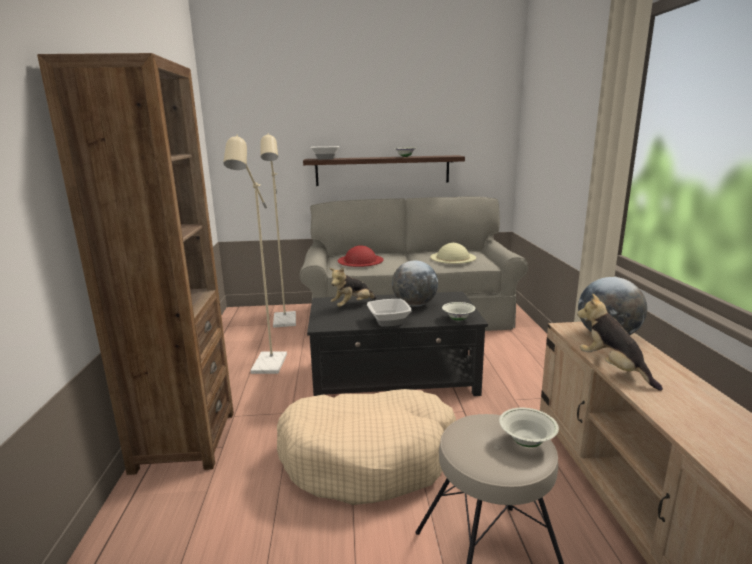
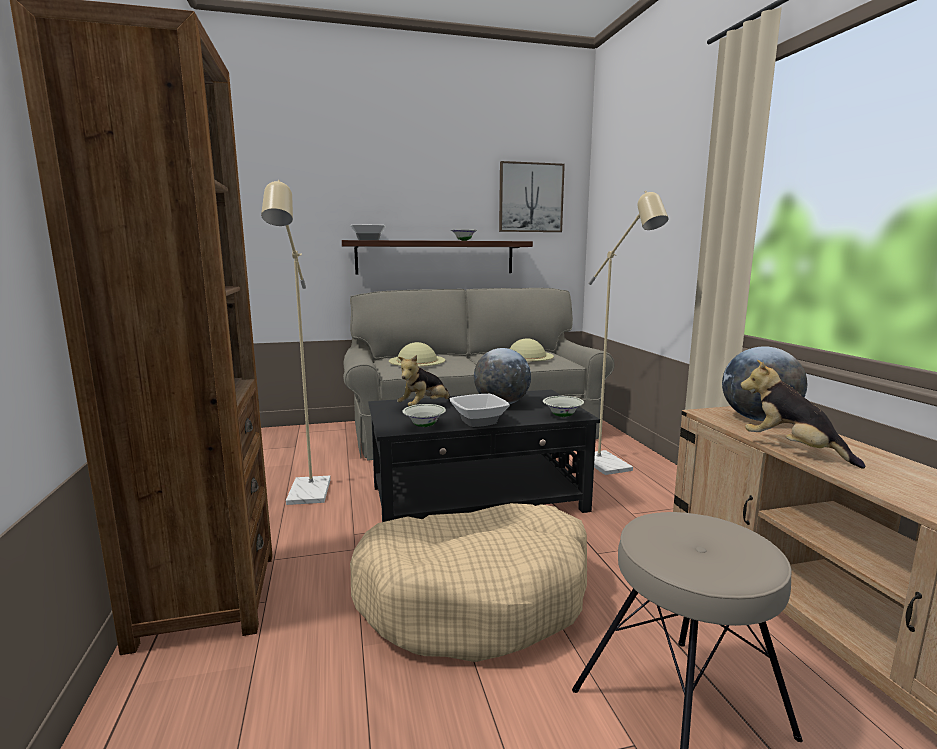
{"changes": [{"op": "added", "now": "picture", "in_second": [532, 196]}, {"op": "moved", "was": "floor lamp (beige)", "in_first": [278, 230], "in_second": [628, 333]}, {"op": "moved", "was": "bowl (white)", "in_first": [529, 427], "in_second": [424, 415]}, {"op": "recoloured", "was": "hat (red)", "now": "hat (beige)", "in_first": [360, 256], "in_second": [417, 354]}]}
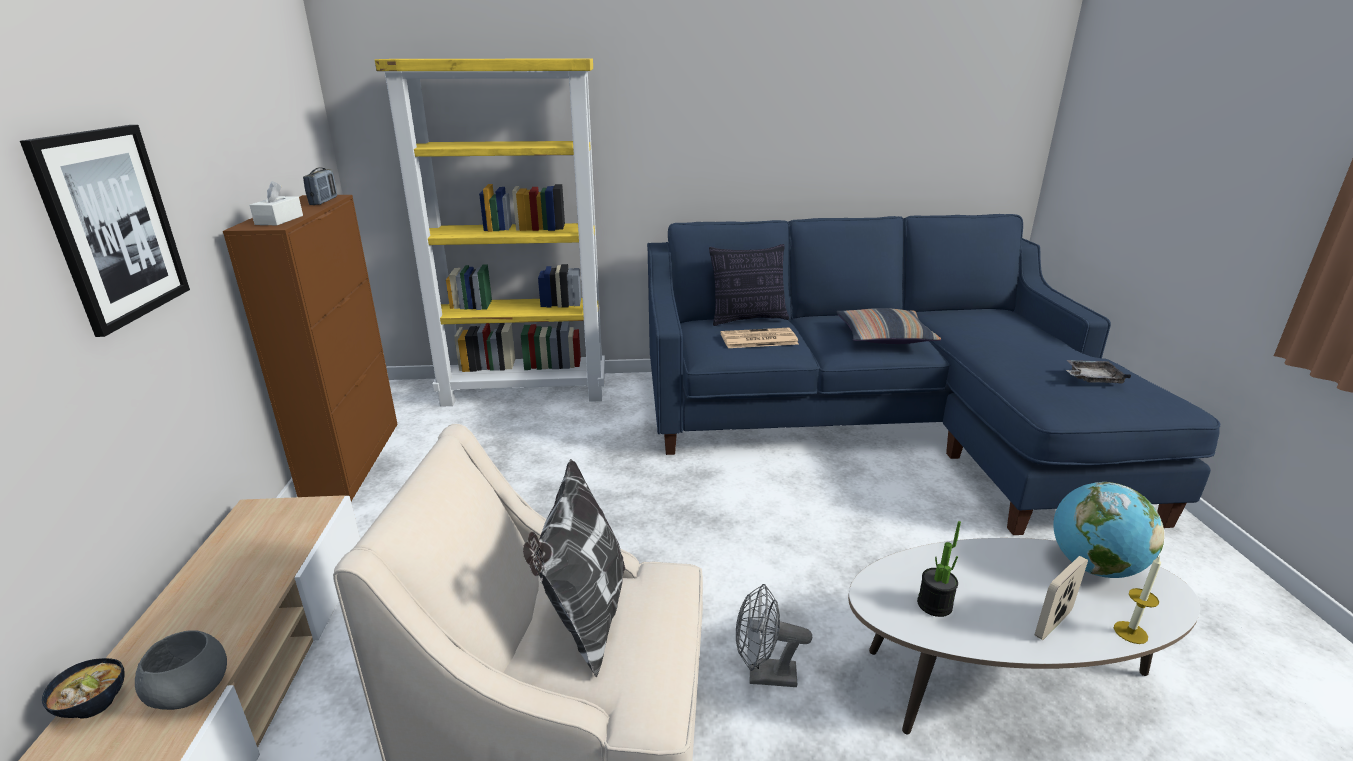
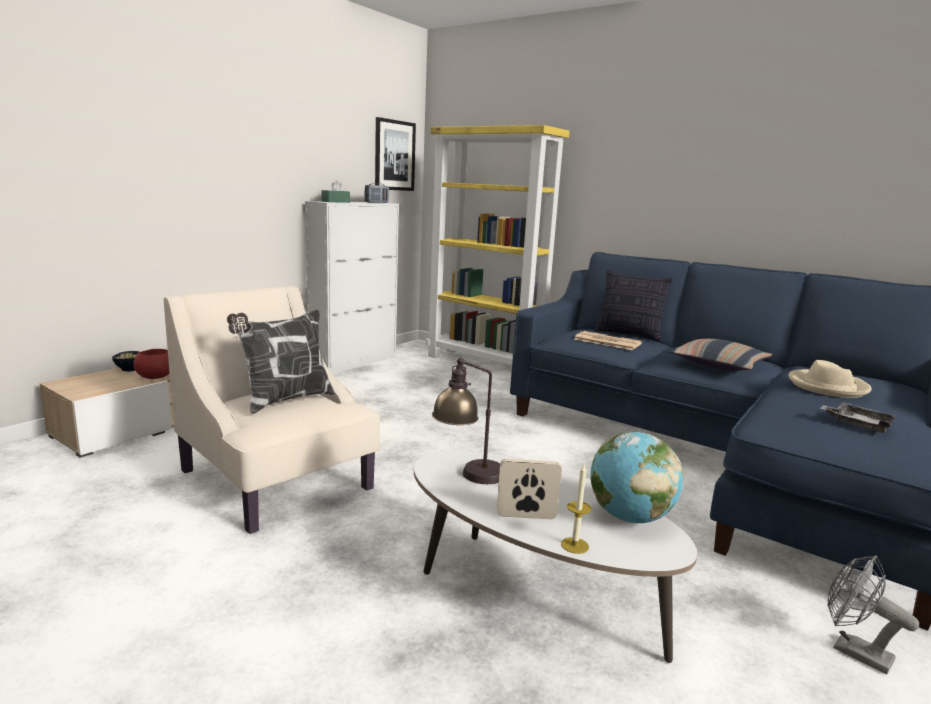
{"changes": [{"op": "added", "now": "hat (beige)", "in_second": [830, 379]}, {"op": "moved", "was": "picture", "in_first": [105, 231], "in_second": [395, 154]}, {"op": "moved", "was": "fan (grey)", "in_first": [774, 635], "in_second": [873, 614]}, {"op": "replaced", "was": "potted plant", "now": "table lamp", "in_first": [939, 569], "in_second": [466, 421]}, {"op": "recoloured", "was": "bowl (grey)", "now": "bowl (red)", "in_first": [181, 670], "in_second": [151, 364]}, {"op": "recoloured", "was": "cabinet (brown)", "now": "cabinet (white)", "in_first": [310, 348], "in_second": [352, 287]}, {"op": "recoloured", "was": "tissue box (white)", "now": "tissue box (green)", "in_first": [276, 203], "in_second": [336, 191]}]}
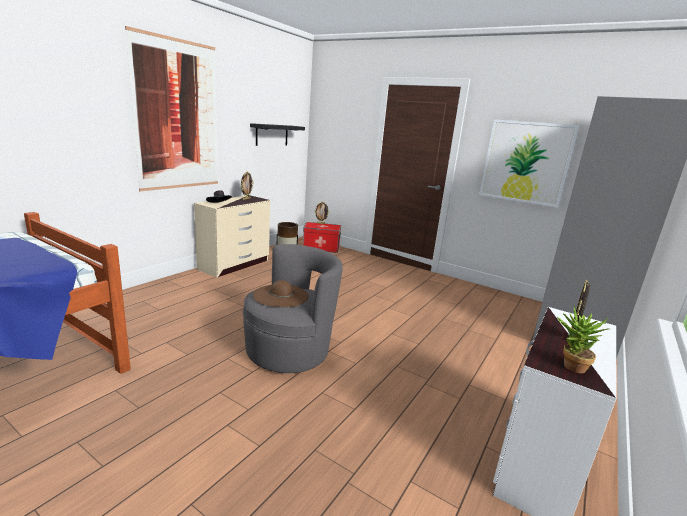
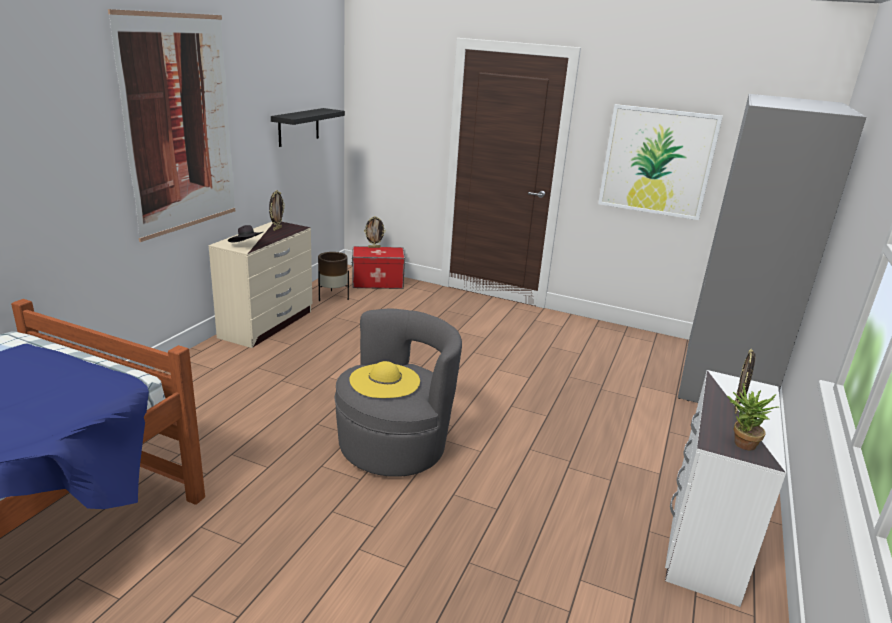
{"changes": [{"op": "recoloured", "was": "hat (brown)", "now": "hat (yellow)", "in_first": [281, 293], "in_second": [384, 379]}]}
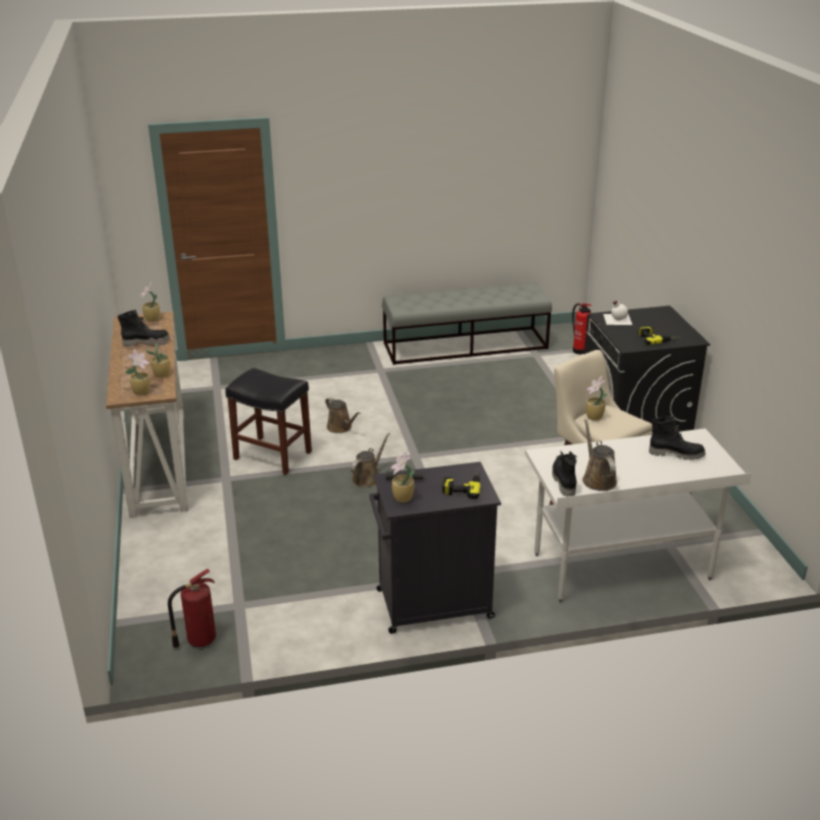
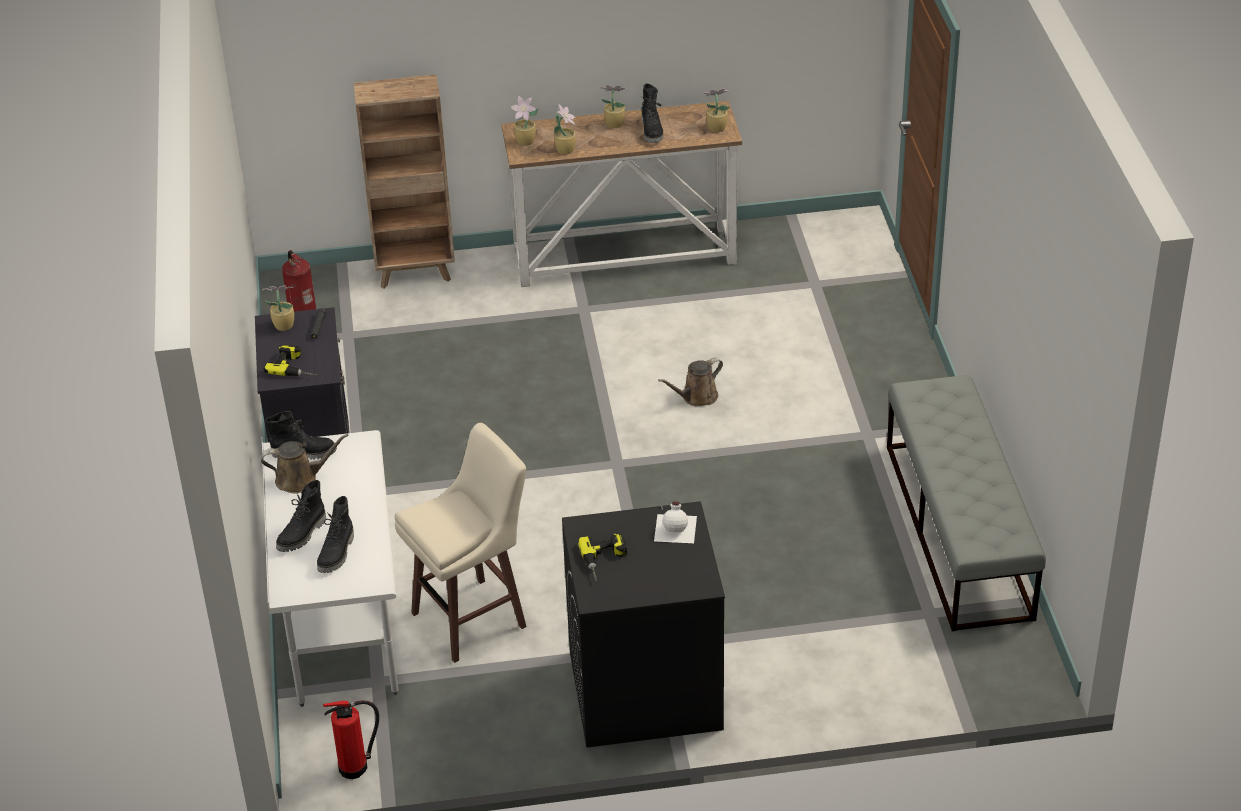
{"changes": [{"op": "removed", "was": "stool (black)", "in_first": [268, 421]}, {"op": "removed", "was": "watering can (brown)", "in_first": [370, 460]}, {"op": "added", "now": "boot (black)", "in_second": [301, 516]}, {"op": "added", "now": "bookcase (brown)", "in_second": [404, 182]}, {"op": "moved", "was": "fire extinguisher", "in_first": [582, 329], "in_second": [351, 739]}, {"op": "moved", "was": "potted plant", "in_first": [596, 398], "in_second": [613, 106]}]}
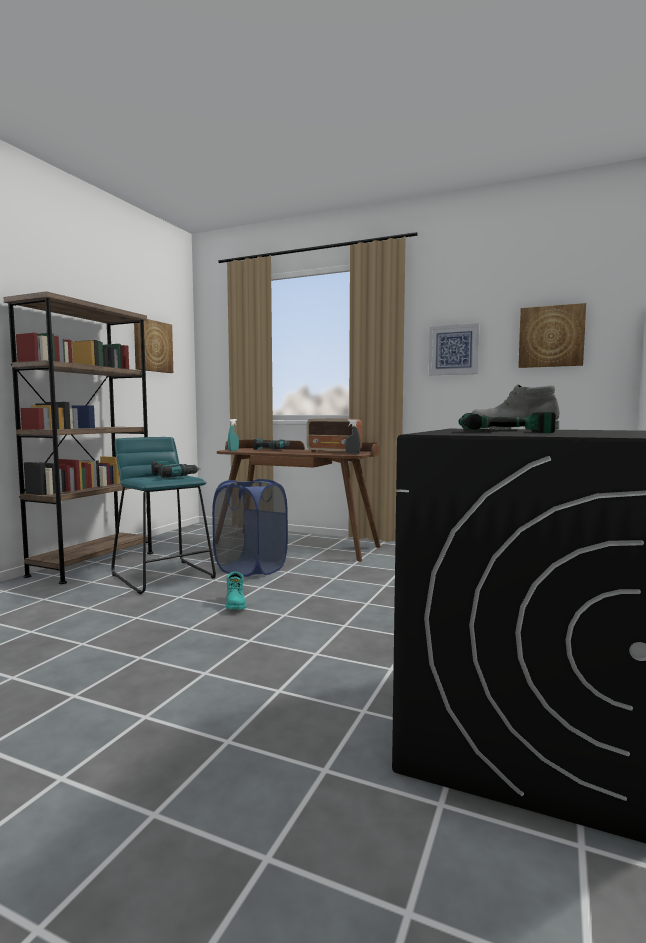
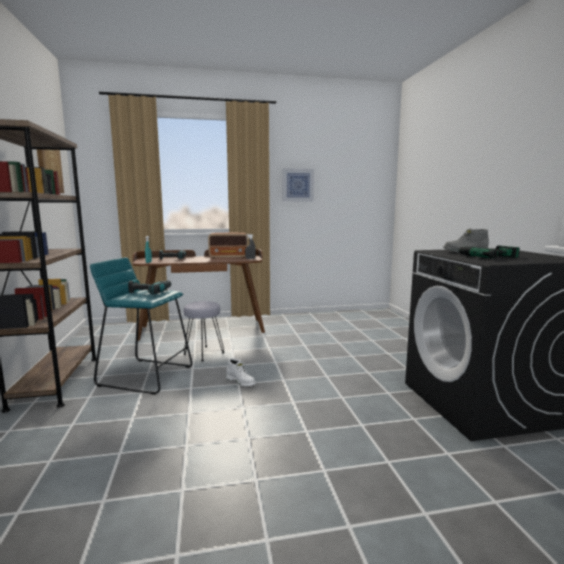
{"changes": [{"op": "removed", "was": "picture", "in_first": [552, 335]}, {"op": "replaced", "was": "laundry basket (blue)", "now": "stool (grey)", "in_first": [250, 528], "in_second": [204, 331]}, {"op": "recoloured", "was": "boot (turquoise)", "now": "boot (white)", "in_first": [235, 590], "in_second": [241, 372]}]}
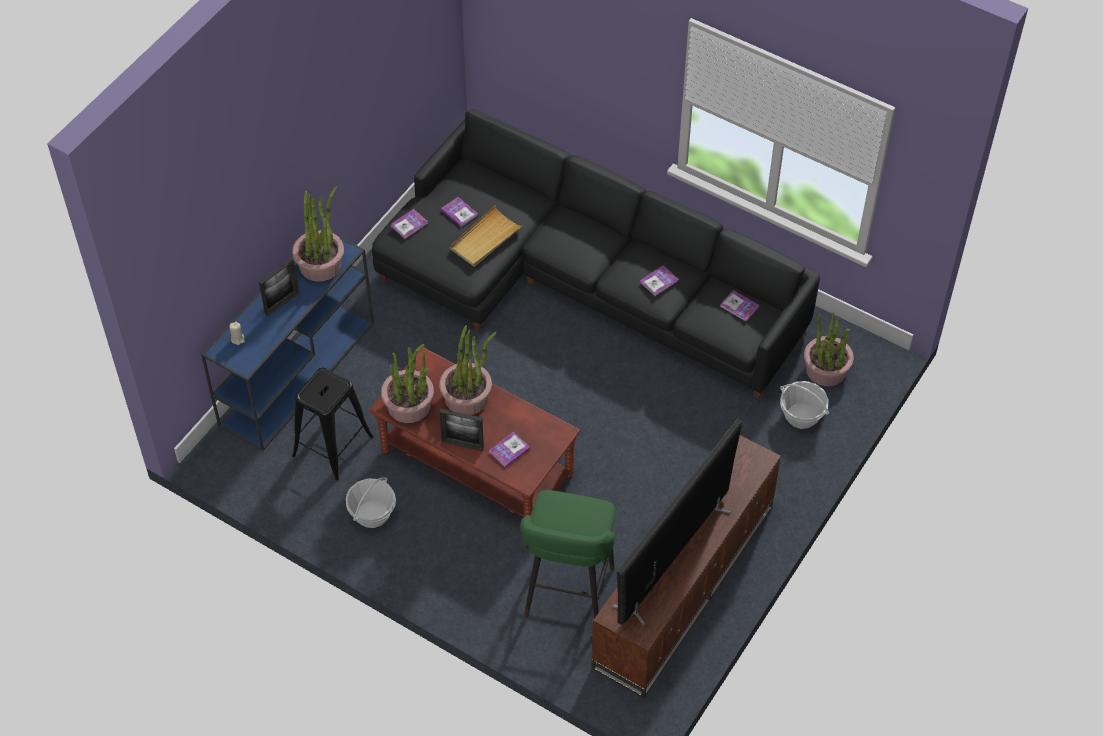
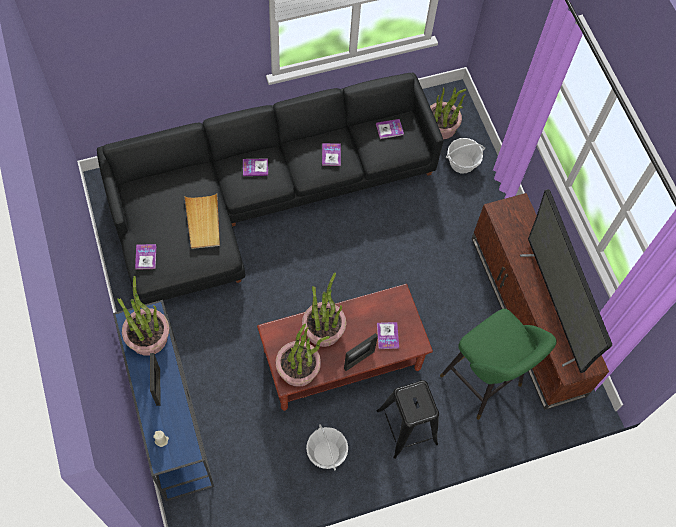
{"changes": [{"op": "moved", "was": "stool (black)", "in_first": [332, 424], "in_second": [408, 419]}, {"op": "moved", "was": "book", "in_first": [459, 212], "in_second": [255, 167]}]}
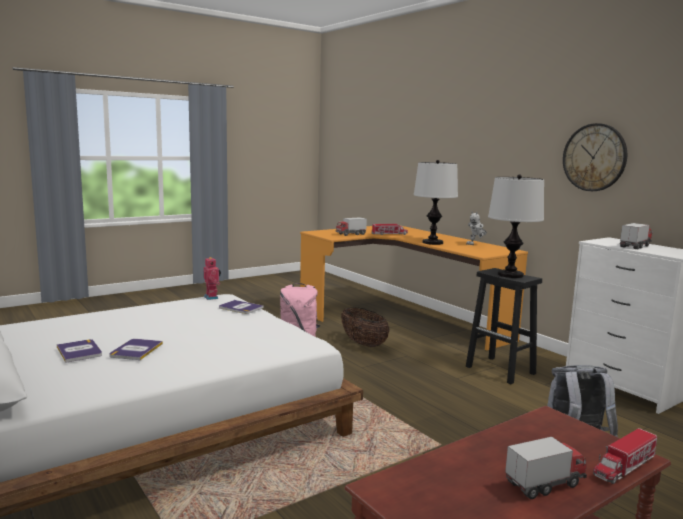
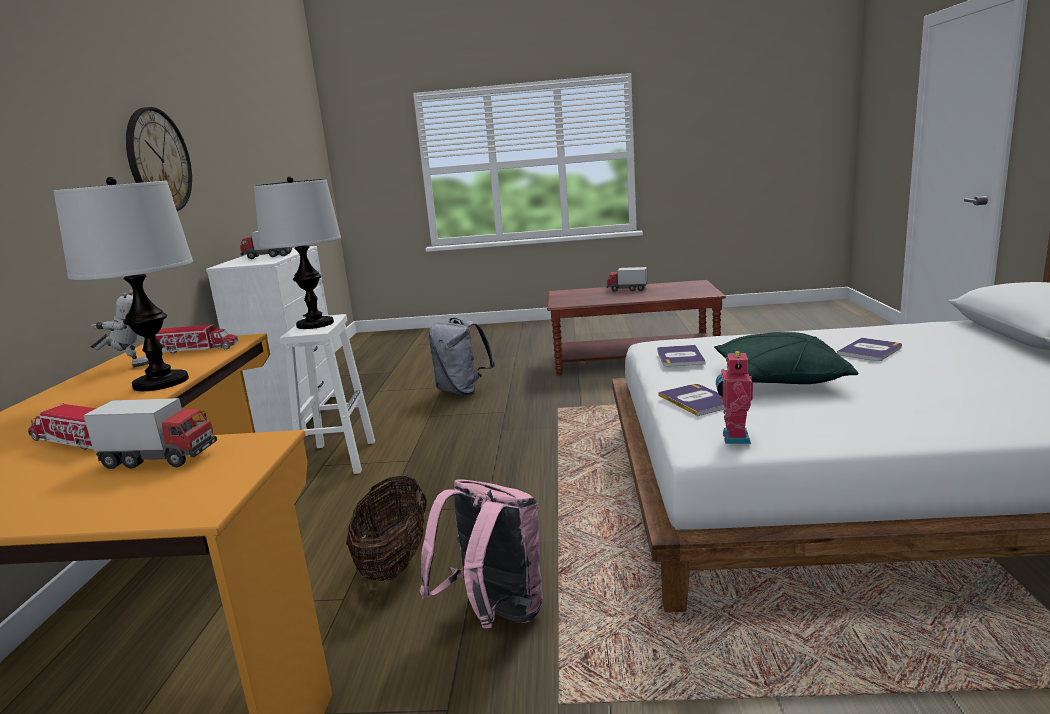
{"changes": [{"op": "added", "now": "pillow (green)", "in_second": [786, 358]}, {"op": "moved", "was": "book", "in_first": [79, 351], "in_second": [681, 356]}, {"op": "moved", "was": "toy truck", "in_first": [625, 456], "in_second": [197, 339]}, {"op": "recoloured", "was": "stool (black)", "now": "stool (white)", "in_first": [504, 326], "in_second": [327, 394]}]}
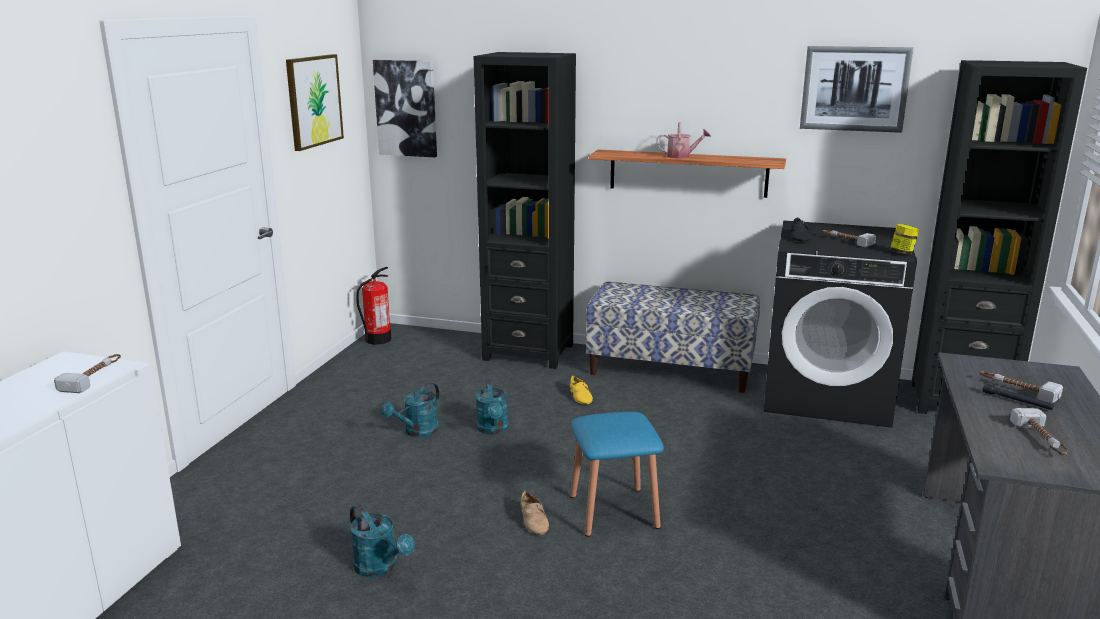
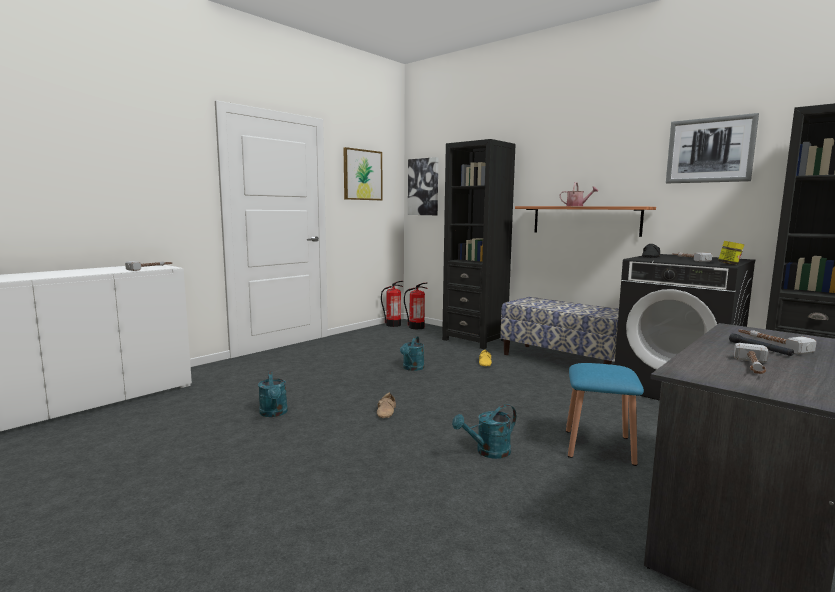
{"changes": [{"op": "added", "now": "fire extinguisher", "in_second": [415, 306]}, {"op": "moved", "was": "watering can (turquoise)", "in_first": [411, 409], "in_second": [484, 431]}, {"op": "moved", "was": "stool (blue)", "in_first": [617, 474], "in_second": [605, 414]}]}
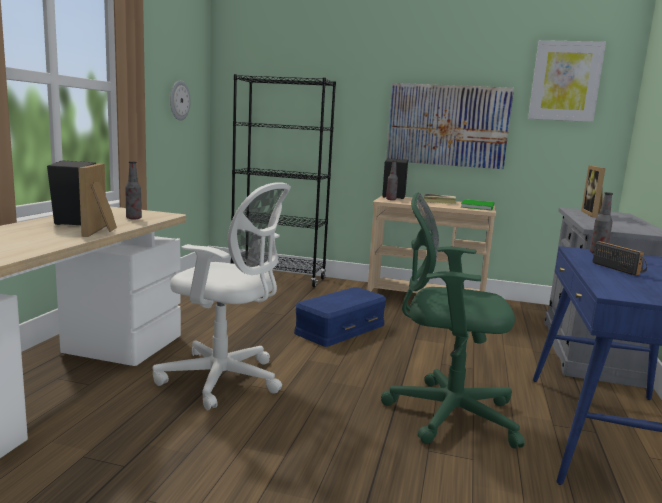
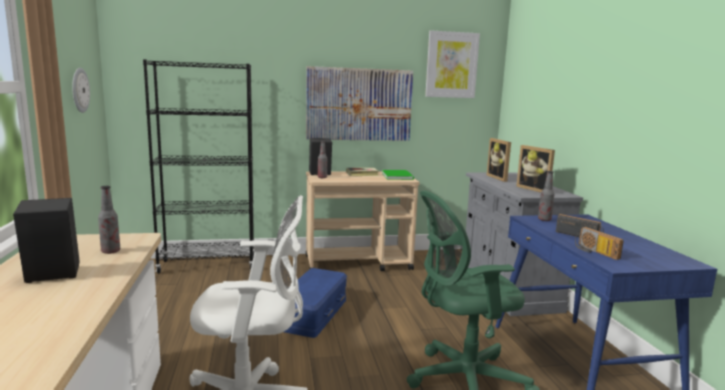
{"changes": [{"op": "added", "now": "radio", "in_second": [599, 243]}, {"op": "moved", "was": "picture frame", "in_first": [97, 200], "in_second": [535, 169]}]}
